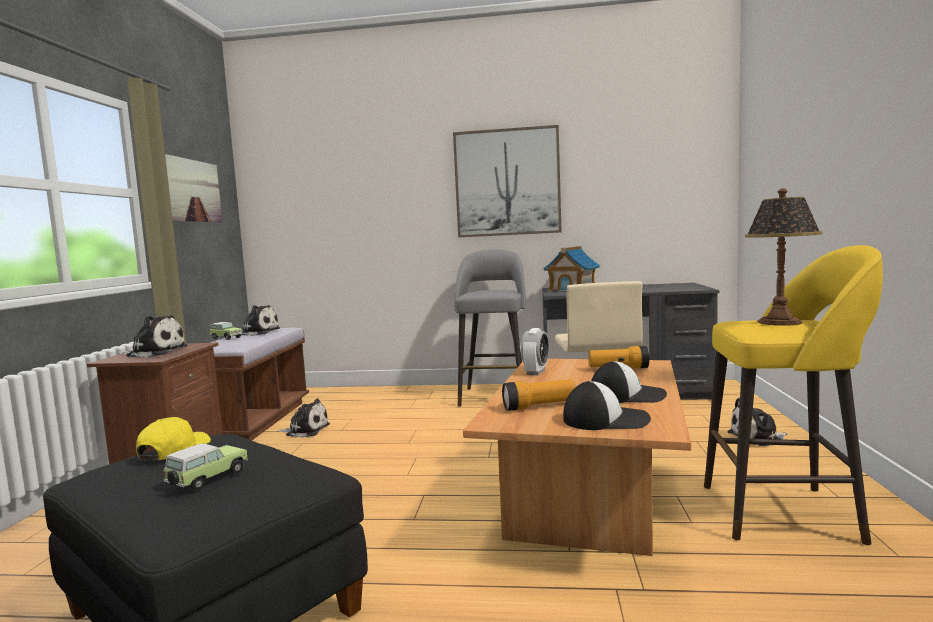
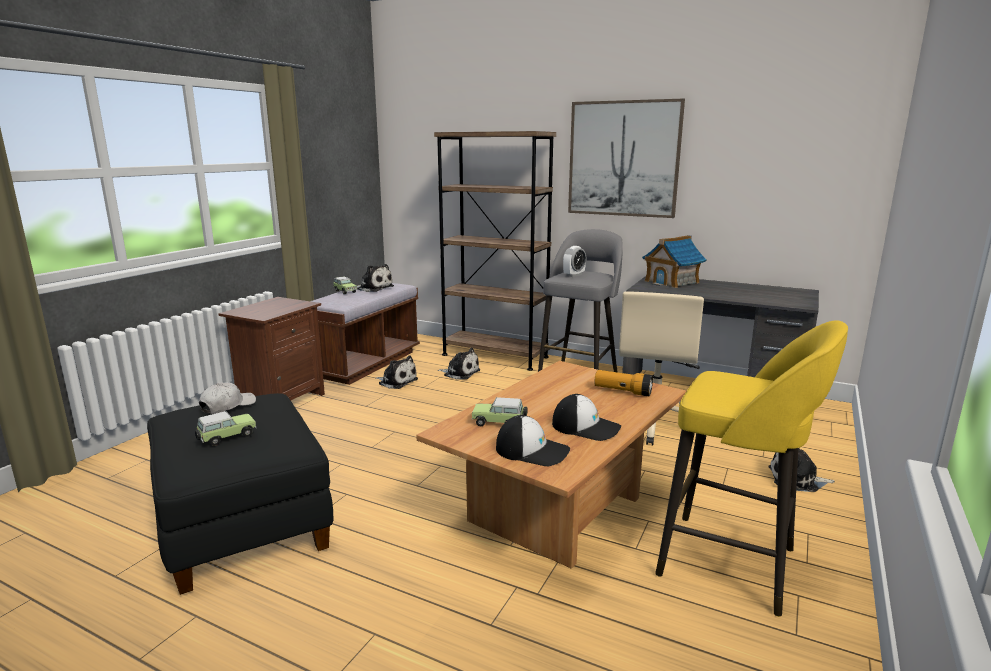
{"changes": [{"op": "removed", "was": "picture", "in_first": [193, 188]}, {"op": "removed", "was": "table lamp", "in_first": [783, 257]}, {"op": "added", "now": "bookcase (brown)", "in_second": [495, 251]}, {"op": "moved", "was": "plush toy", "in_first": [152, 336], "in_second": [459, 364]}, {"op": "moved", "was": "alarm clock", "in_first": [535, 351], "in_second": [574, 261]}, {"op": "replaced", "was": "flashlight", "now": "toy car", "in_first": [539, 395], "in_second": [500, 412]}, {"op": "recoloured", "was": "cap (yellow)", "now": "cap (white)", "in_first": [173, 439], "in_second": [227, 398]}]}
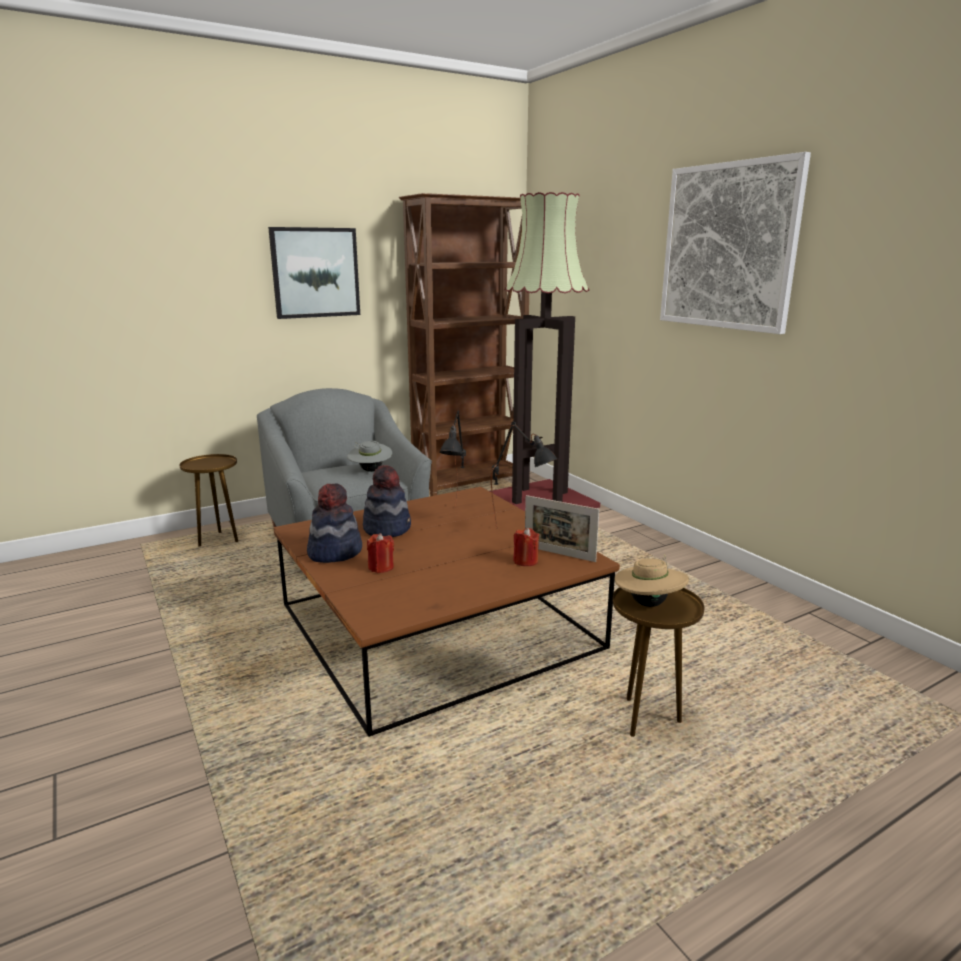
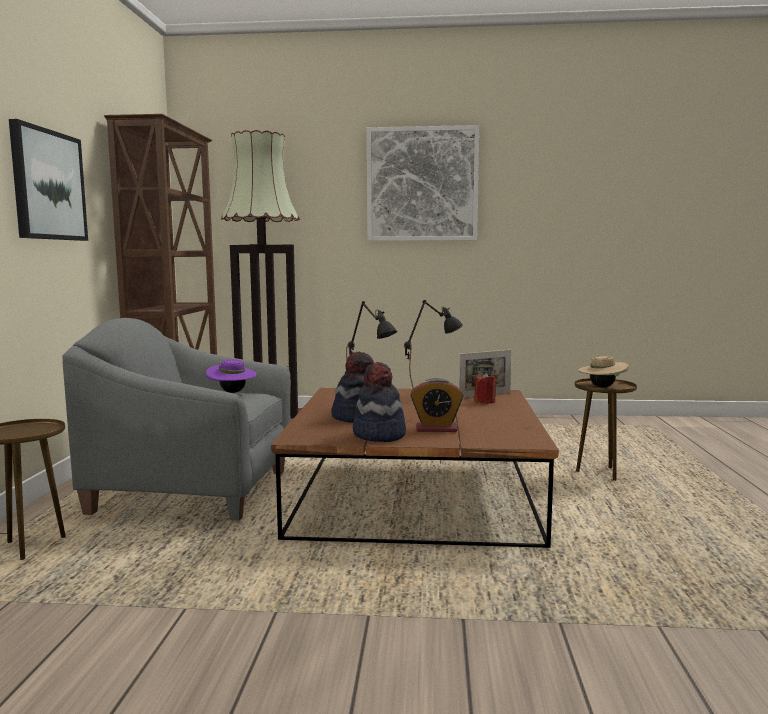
{"changes": [{"op": "replaced", "was": "candle (red)", "now": "alarm clock", "in_first": [380, 553], "in_second": [437, 405]}, {"op": "recoloured", "was": "hat (grey)", "now": "hat (purple)", "in_first": [369, 456], "in_second": [231, 376]}]}
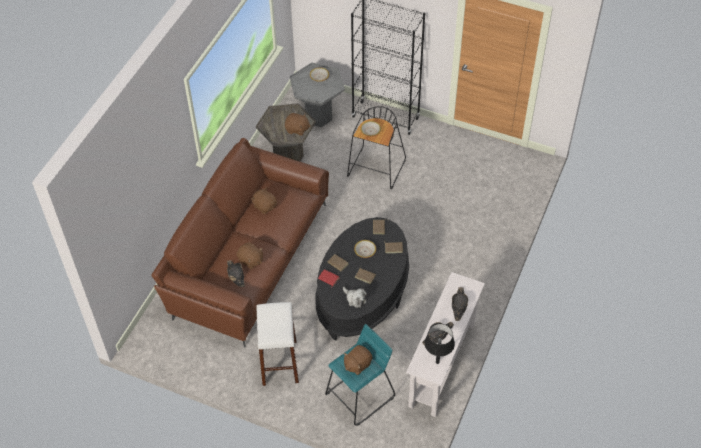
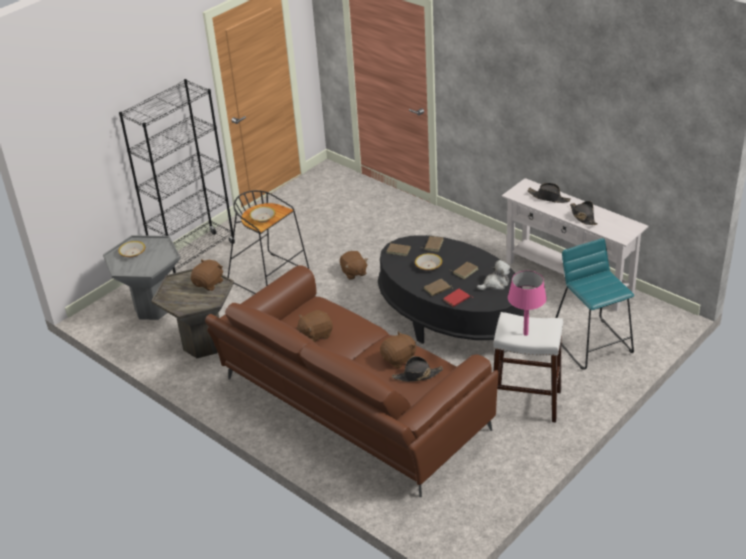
{"changes": [{"op": "removed", "was": "table lamp (black)", "in_first": [439, 344]}, {"op": "added", "now": "table lamp (pink)", "in_second": [527, 303]}, {"op": "moved", "was": "plush toy (brown)", "in_first": [358, 360], "in_second": [354, 265]}]}
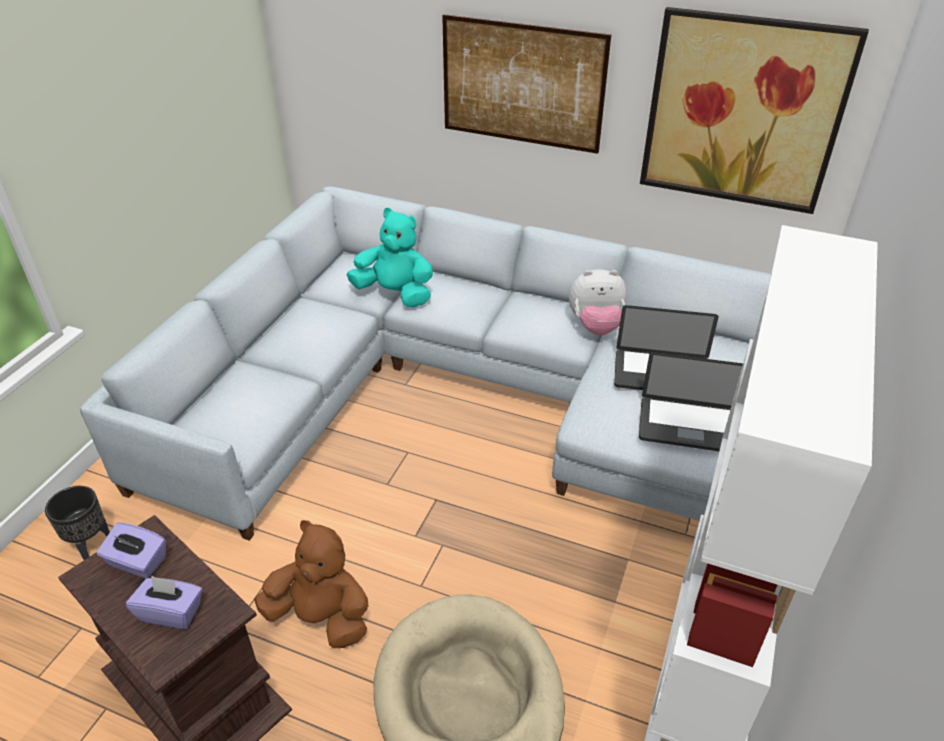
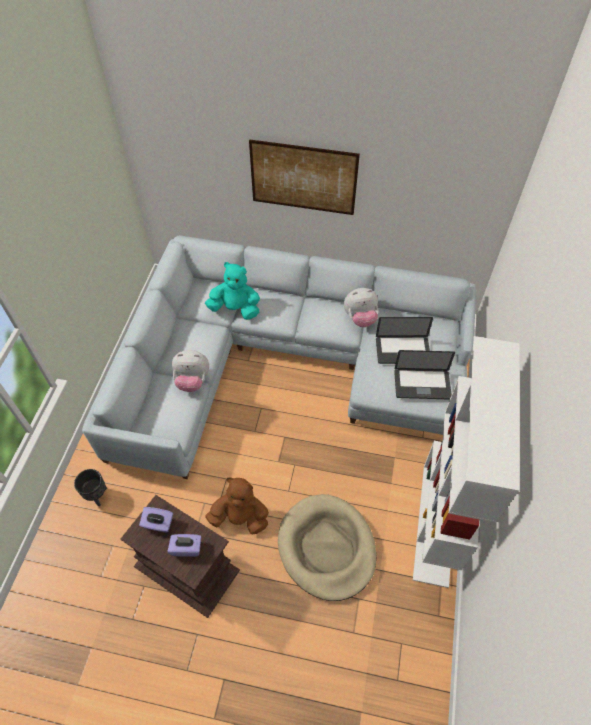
{"changes": [{"op": "removed", "was": "picture", "in_first": [754, 110]}, {"op": "added", "now": "plush toy", "in_second": [190, 371]}]}
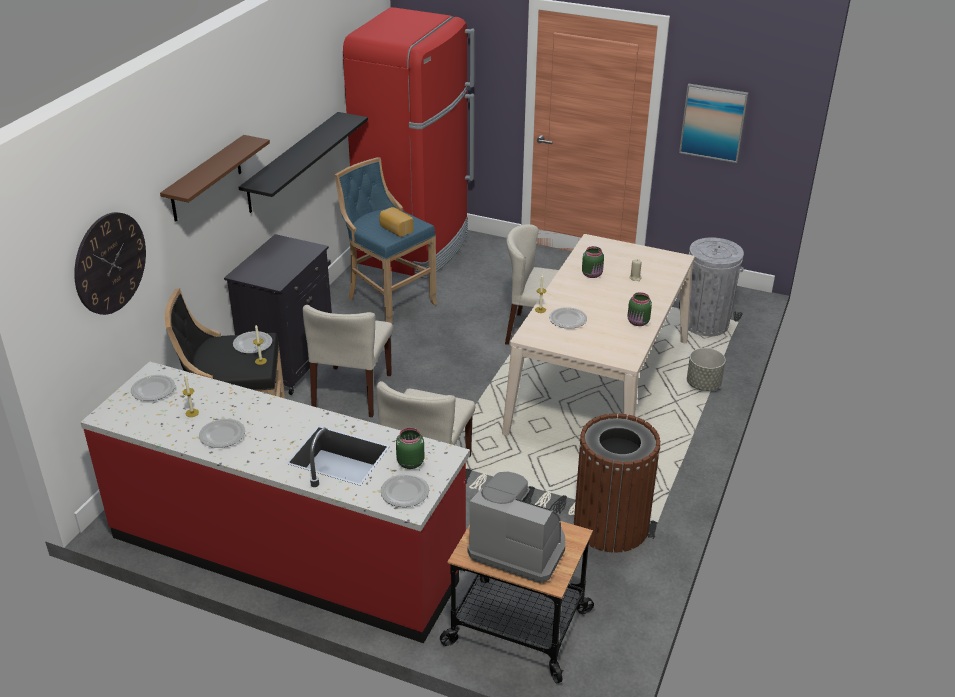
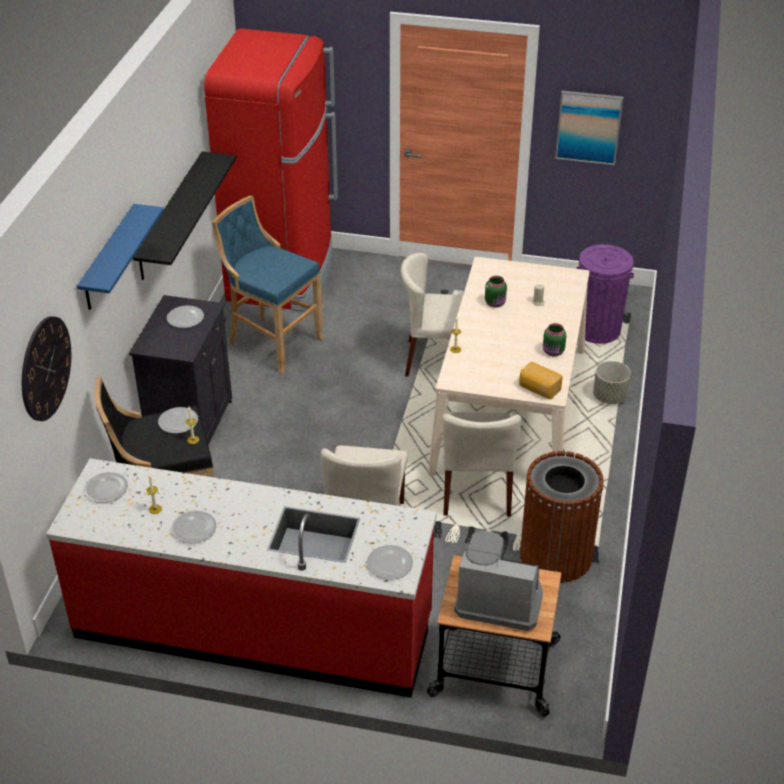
{"changes": [{"op": "removed", "was": "jar (green)", "in_first": [410, 448]}, {"op": "moved", "was": "chair (beige)", "in_first": [348, 361], "in_second": [481, 464]}, {"op": "moved", "was": "bread", "in_first": [396, 222], "in_second": [541, 380]}, {"op": "moved", "was": "plate", "in_first": [568, 318], "in_second": [185, 317]}, {"op": "recoloured", "was": "shelf (brown)", "now": "shelf (blue)", "in_first": [215, 178], "in_second": [120, 257]}, {"op": "recoloured", "was": "trash can (grey)", "now": "trash can (purple)", "in_first": [716, 286], "in_second": [605, 294]}]}
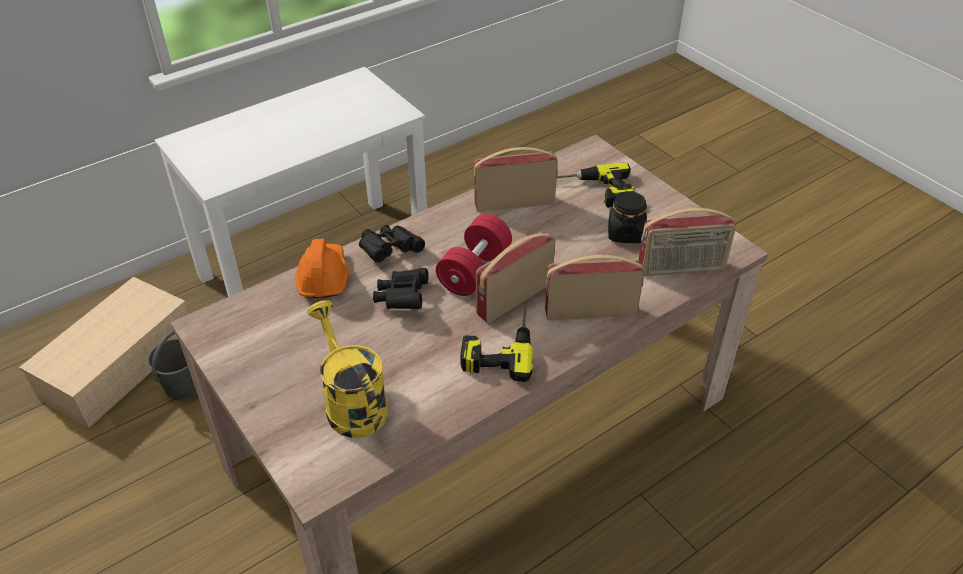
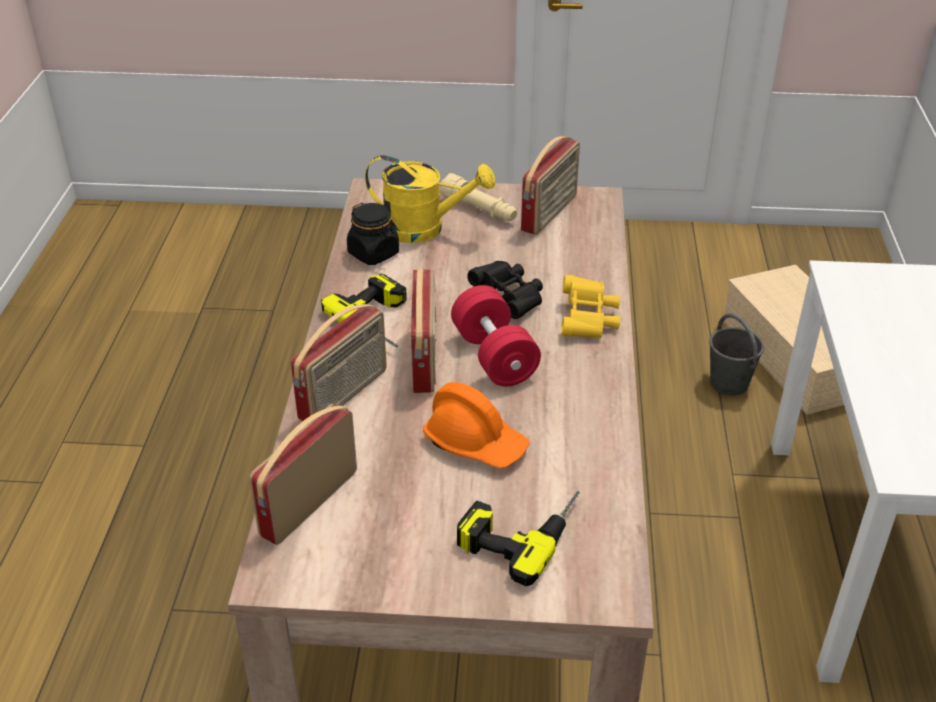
{"changes": [{"op": "added", "now": "flashlight (beige)", "in_second": [478, 197]}, {"op": "moved", "was": "hard hat (orange)", "in_first": [322, 268], "in_second": [476, 425]}, {"op": "moved", "was": "radio", "in_first": [516, 180], "in_second": [550, 185]}, {"op": "moved", "was": "jar (black)", "in_first": [627, 217], "in_second": [373, 234]}, {"op": "recoloured", "was": "binoculars (black)", "now": "binoculars (yellow)", "in_first": [392, 243], "in_second": [590, 306]}]}
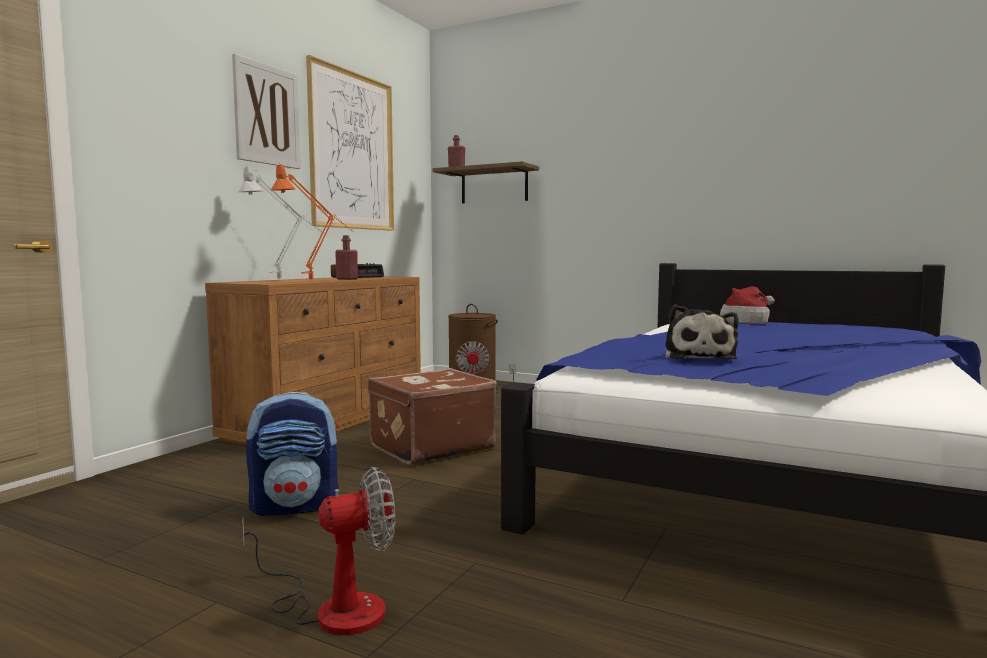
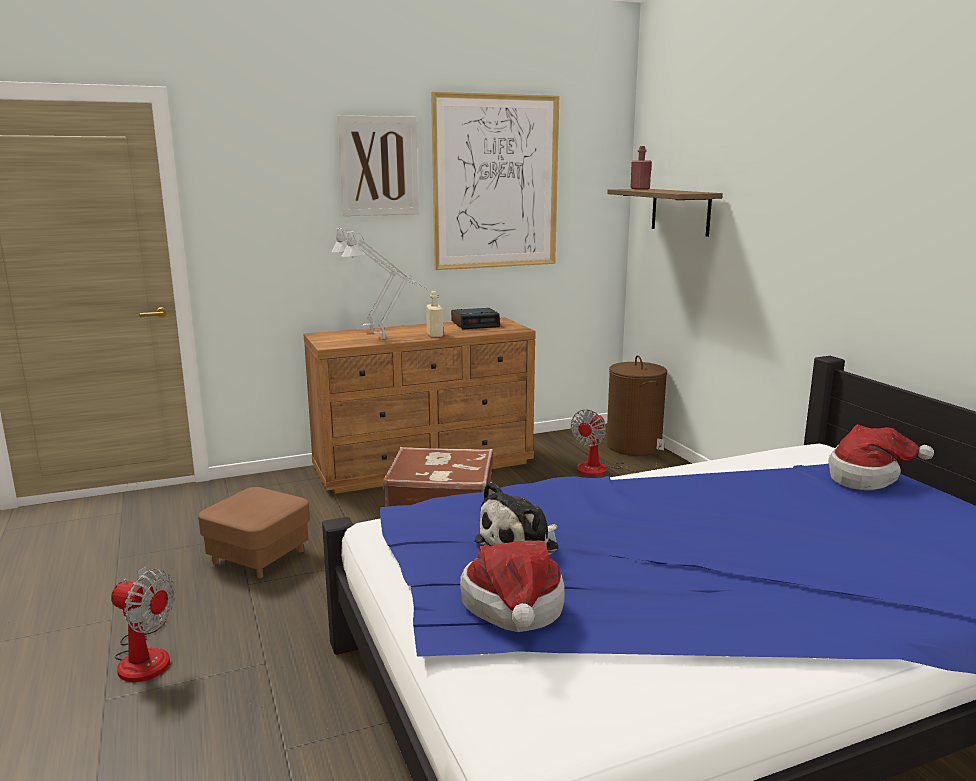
{"changes": [{"op": "added", "now": "hat", "in_second": [512, 586]}, {"op": "replaced", "was": "backpack", "now": "ottoman (brown)", "in_first": [292, 454], "in_second": [254, 533]}, {"op": "recoloured", "was": "table lamp (orange)", "now": "table lamp (grey)", "in_first": [312, 222], "in_second": [386, 285]}, {"op": "recoloured", "was": "bottle (red)", "now": "bottle (beige)", "in_first": [346, 257], "in_second": [434, 314]}]}
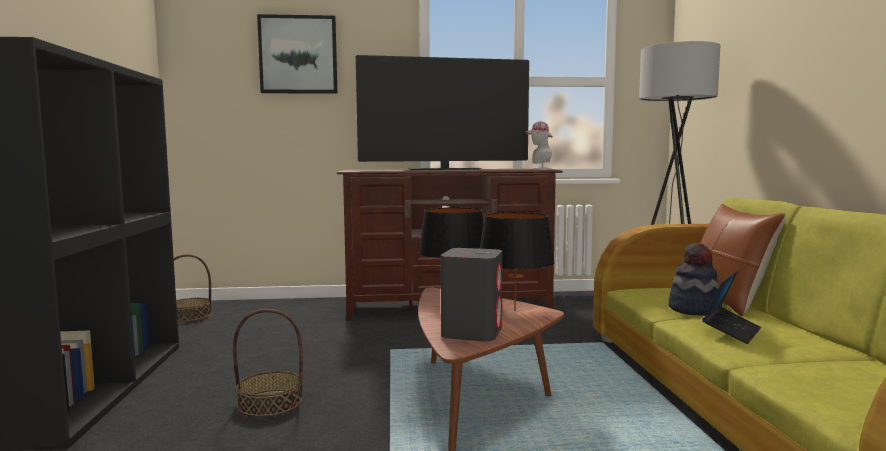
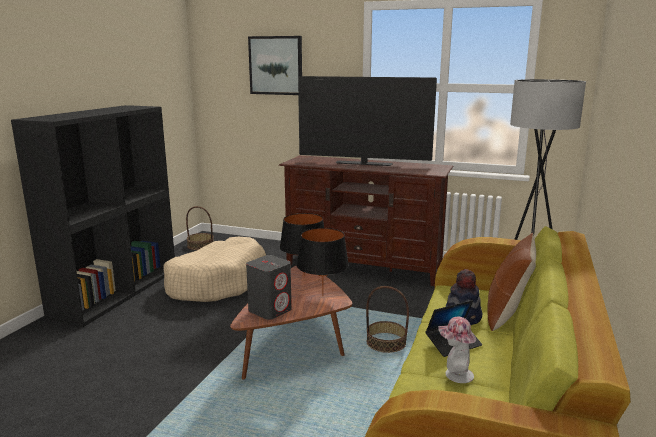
{"changes": [{"op": "added", "now": "dog bed (beige)", "in_second": [214, 269]}, {"op": "moved", "was": "basket", "in_first": [268, 363], "in_second": [387, 319]}, {"op": "moved", "was": "hat", "in_first": [539, 145], "in_second": [457, 350]}]}
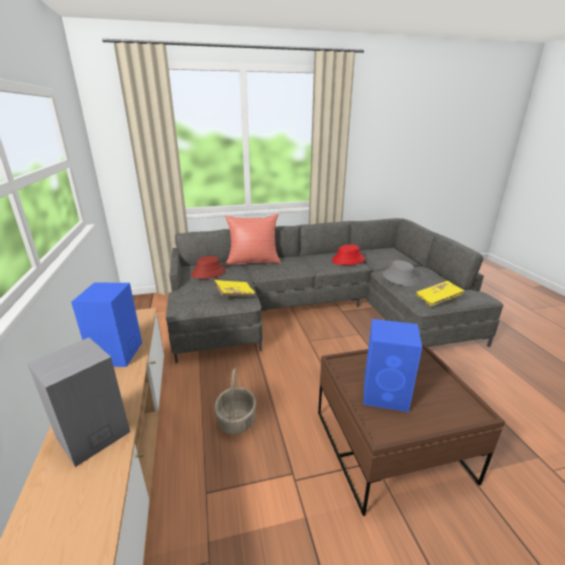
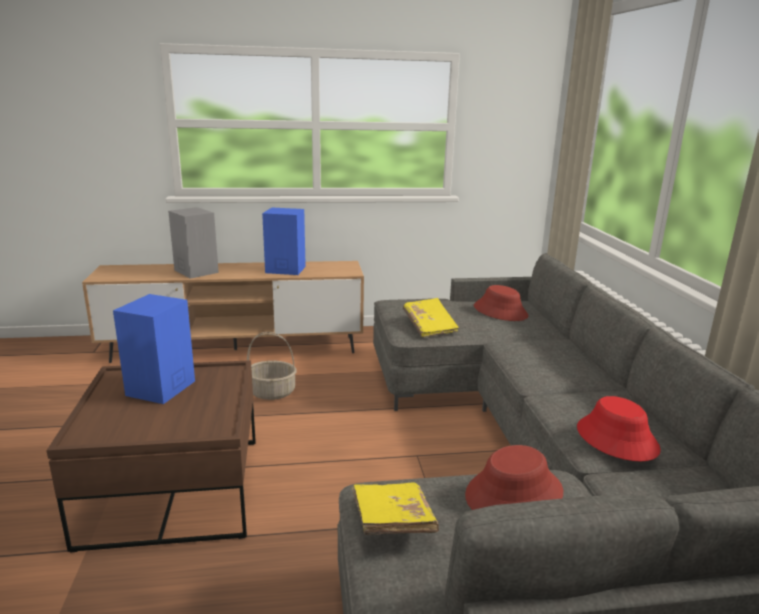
{"changes": [{"op": "removed", "was": "pillow (red)", "in_first": [253, 239]}, {"op": "recoloured", "was": "hat (grey)", "now": "hat (red)", "in_first": [401, 273], "in_second": [514, 477]}]}
